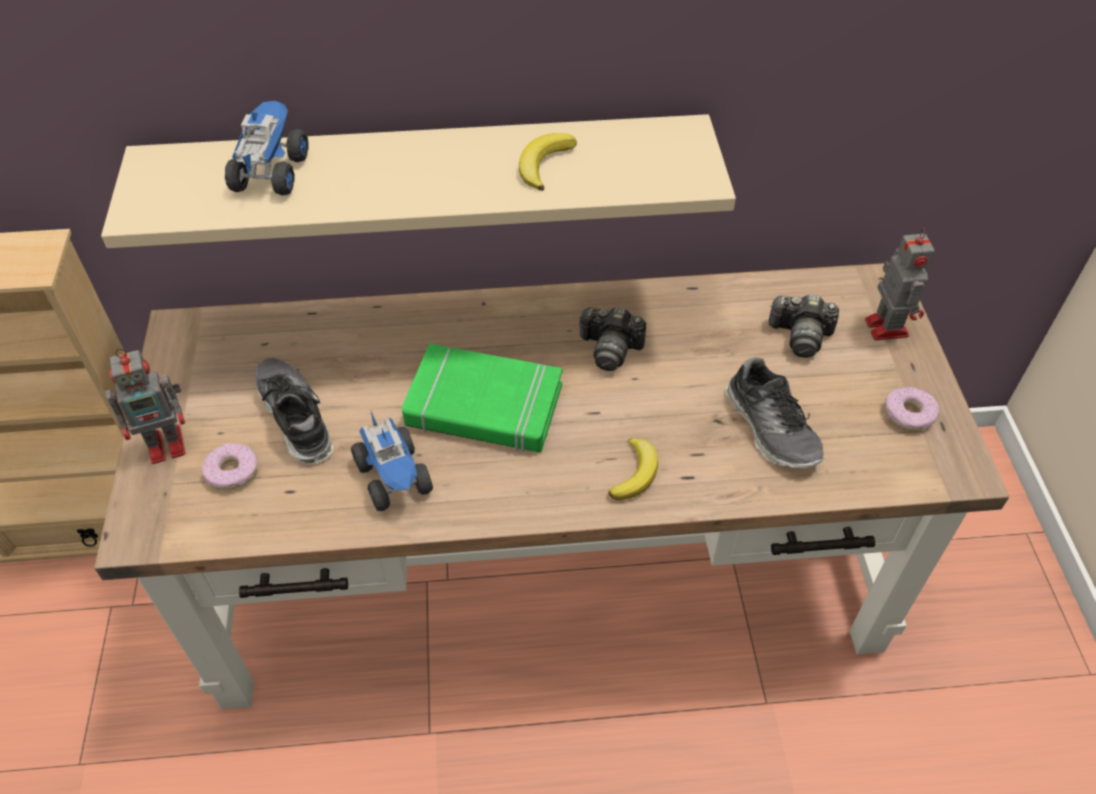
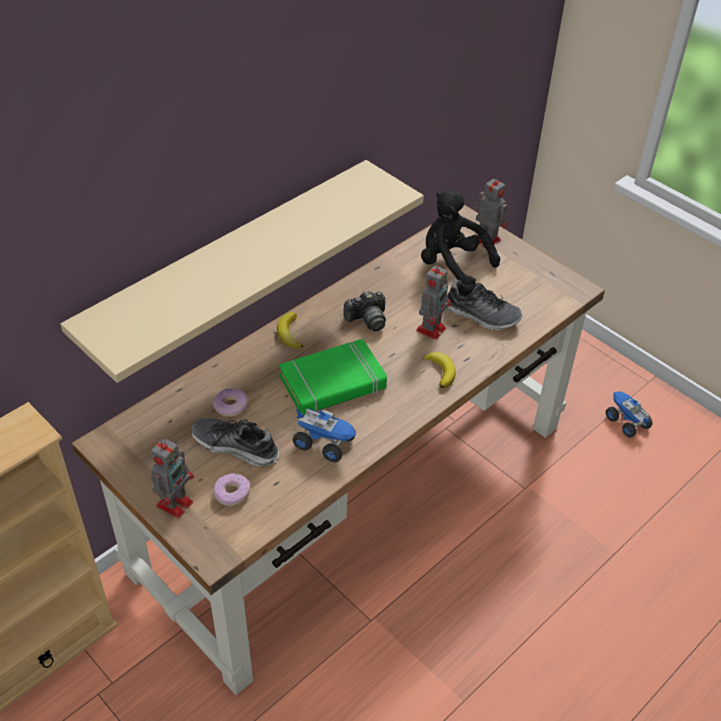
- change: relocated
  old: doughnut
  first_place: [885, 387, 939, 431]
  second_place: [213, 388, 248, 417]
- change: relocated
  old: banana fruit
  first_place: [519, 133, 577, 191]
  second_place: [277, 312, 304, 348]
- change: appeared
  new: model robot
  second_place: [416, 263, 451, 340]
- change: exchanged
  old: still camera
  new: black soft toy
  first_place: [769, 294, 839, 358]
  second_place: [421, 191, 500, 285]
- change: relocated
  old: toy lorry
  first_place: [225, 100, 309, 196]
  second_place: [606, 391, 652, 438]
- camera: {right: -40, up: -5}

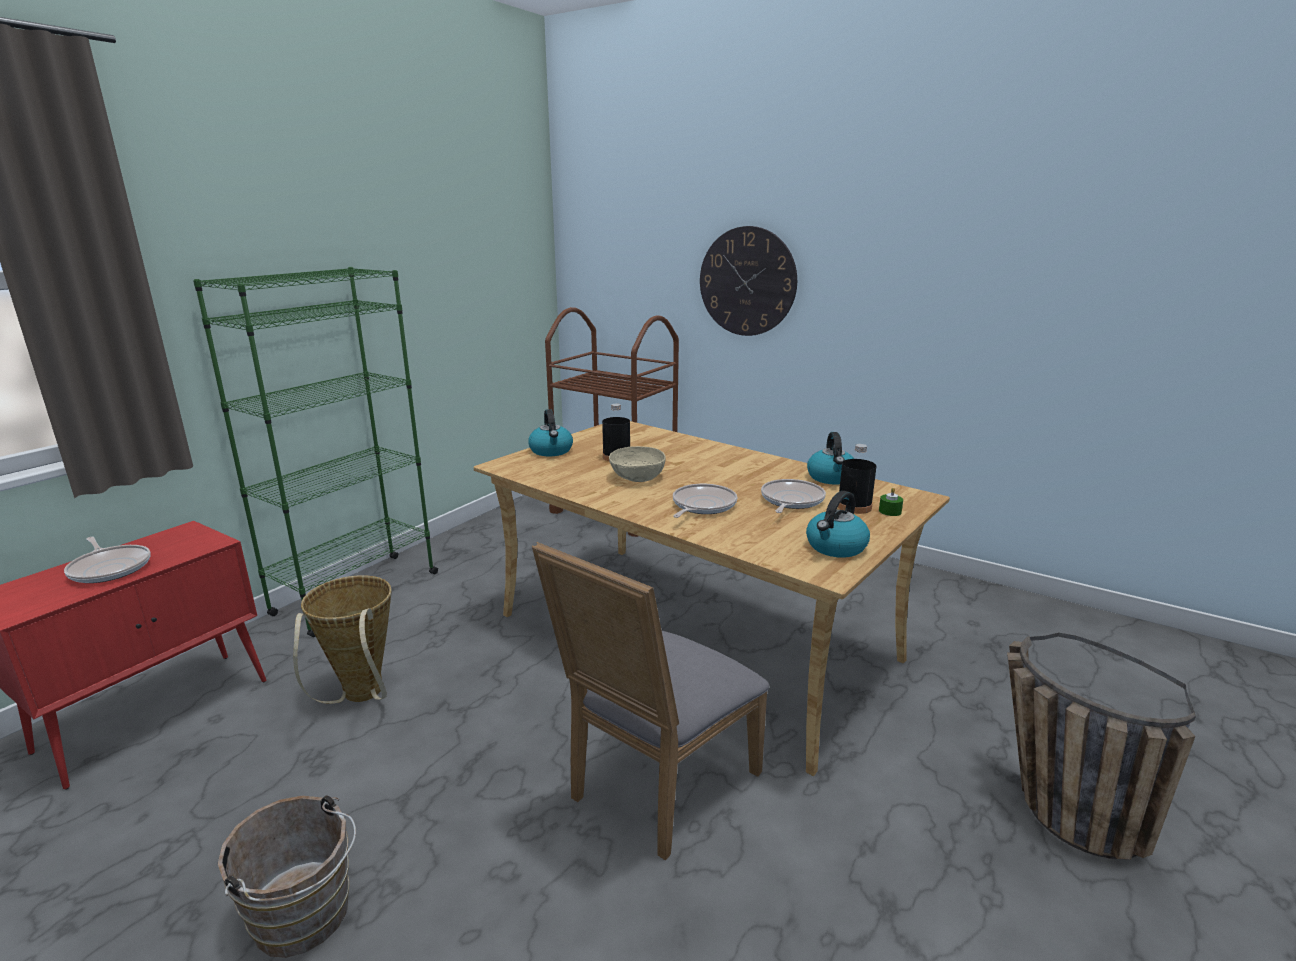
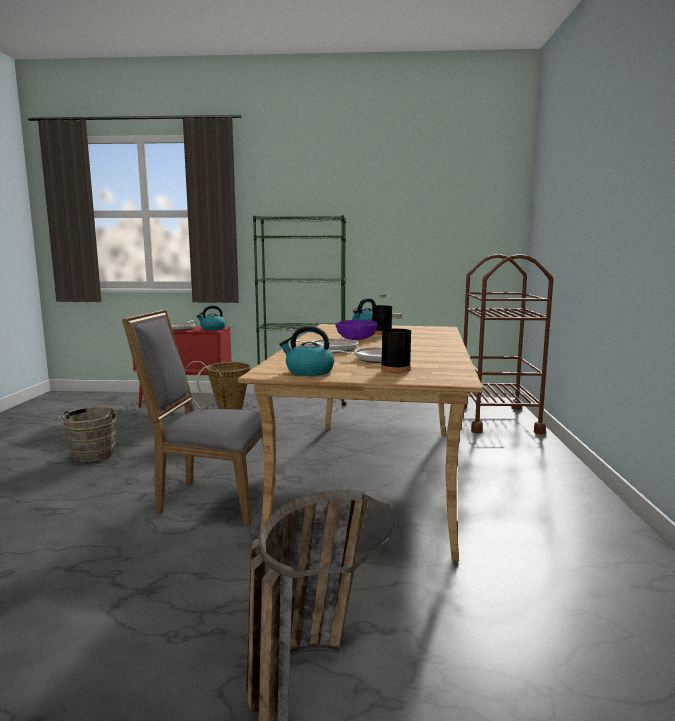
- change: relocated
  old: water kettle
  first_place: [807, 432, 854, 485]
  second_place: [196, 306, 226, 330]
- change: colour
  old: beige deep dish
  new: purple-coloured deep dish
  first_place: [609, 446, 666, 482]
  second_place: [336, 320, 378, 340]
- change: missing
  old: wall clock
  first_place: [700, 226, 797, 336]
- change: missing
  old: green wax candle
  first_place: [879, 487, 903, 516]
- camera: {right: 60, up: -10}

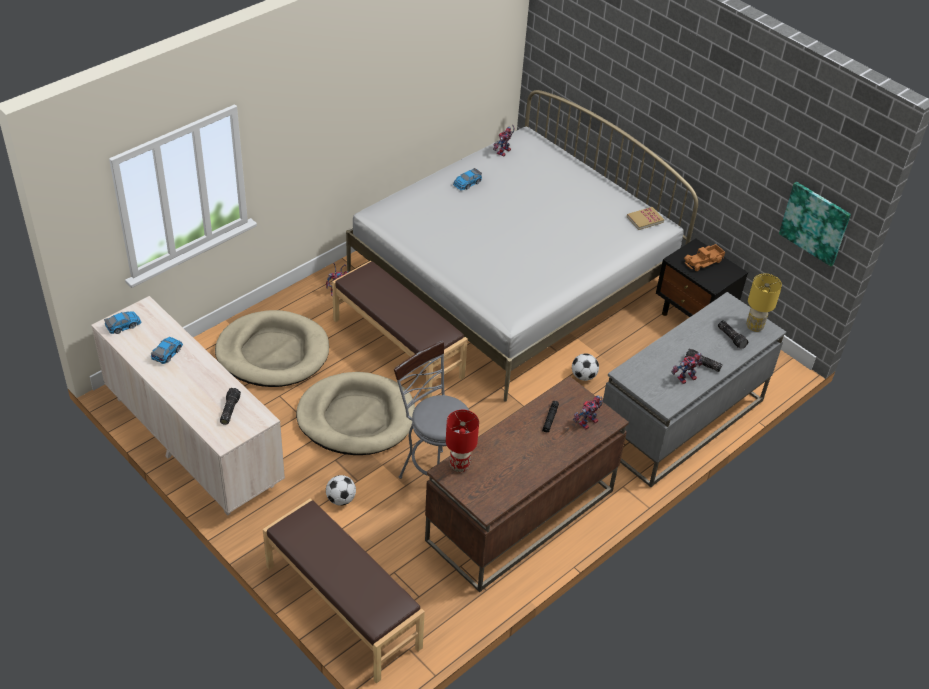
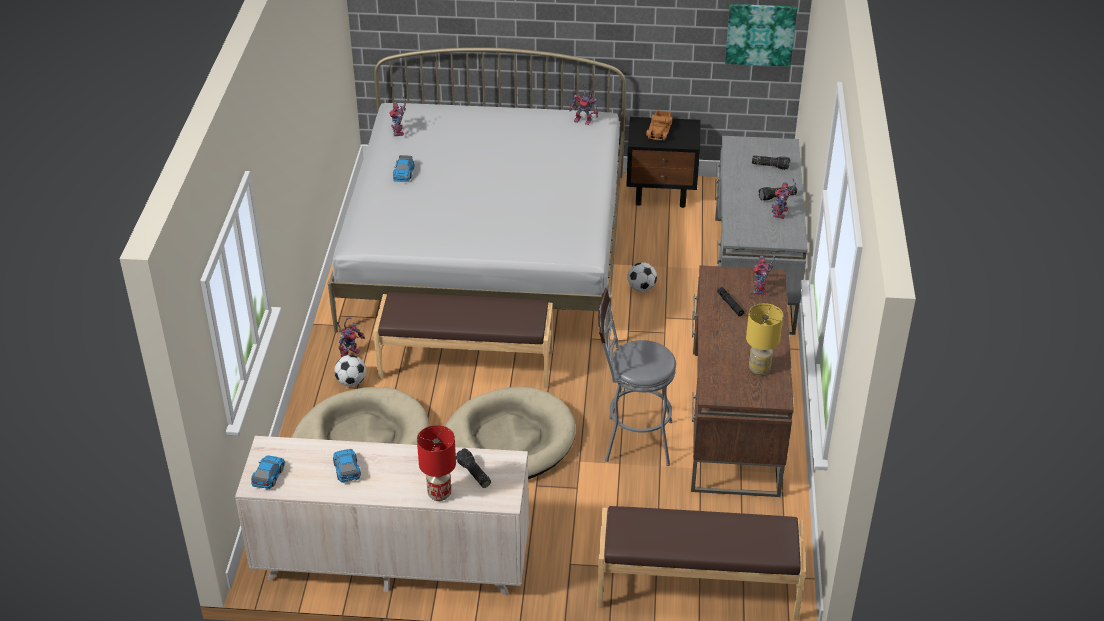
- change: relocated
  old: football ball
  first_place: [326, 475, 356, 506]
  second_place: [334, 355, 366, 386]
- change: relocated
  old: red tabletop lamp
  first_place: [446, 410, 479, 472]
  second_place: [417, 425, 456, 501]
- change: exchanged
  old: book
  new: model robot
  first_place: [627, 207, 664, 230]
  second_place: [570, 84, 598, 125]
- change: relocated
  old: yellow-coloured tabletop lamp
  first_place: [746, 273, 782, 332]
  second_place: [746, 303, 783, 375]
- camera: {right: -40, up: -5}

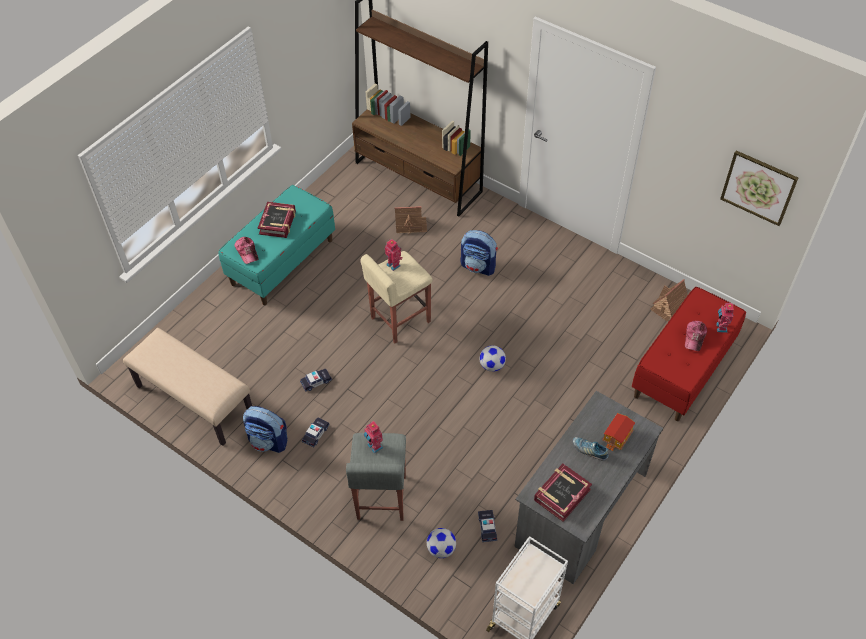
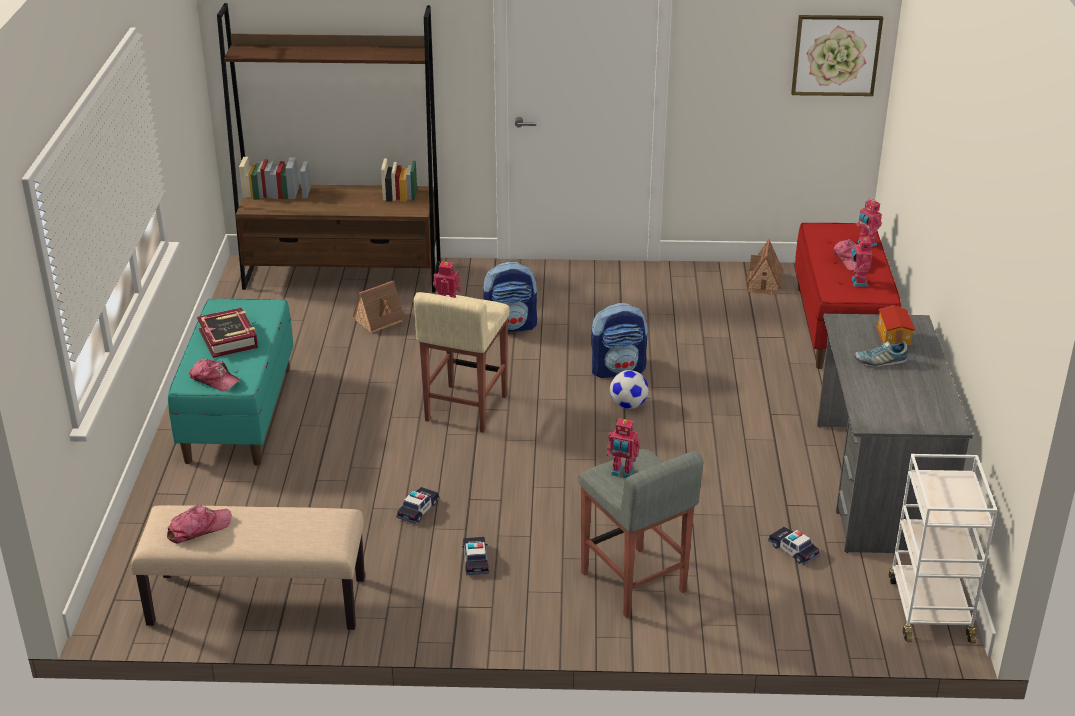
- change: appeared
  new: baseball cap
  second_place: [167, 505, 232, 543]
- change: relocated
  old: rucksack
  first_place: [243, 406, 287, 453]
  second_place: [591, 303, 647, 378]
- change: appeared
  new: model robot
  second_place: [851, 235, 872, 287]
- change: missing
  old: football ball
  first_place: [427, 528, 456, 558]
- change: missing
  old: book
  first_place: [534, 464, 592, 522]
- camera: {right: -35, up: -20}

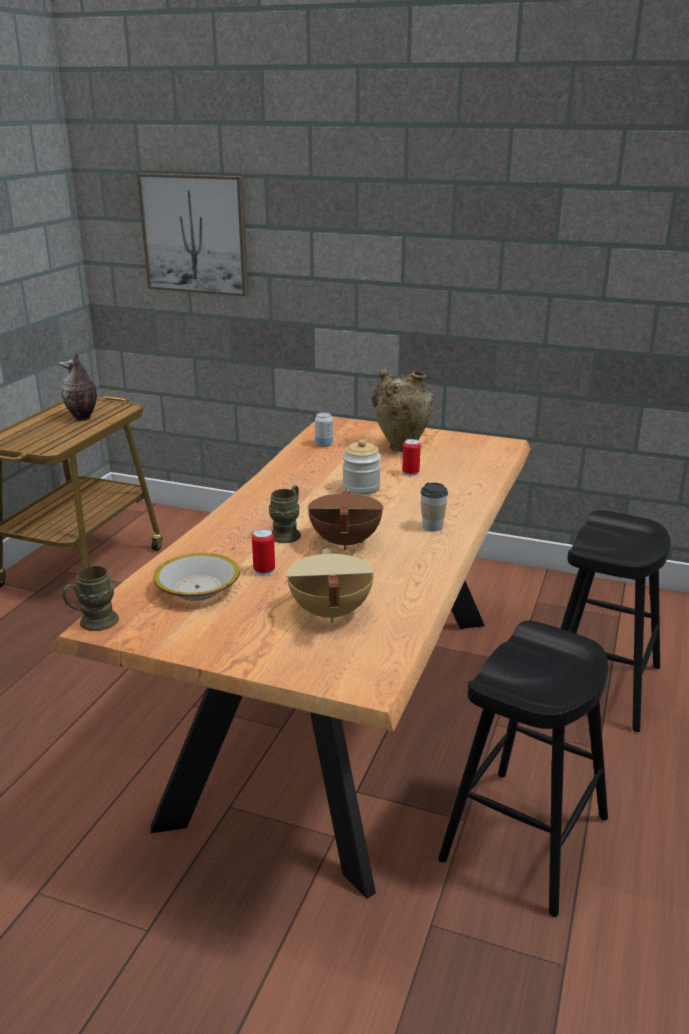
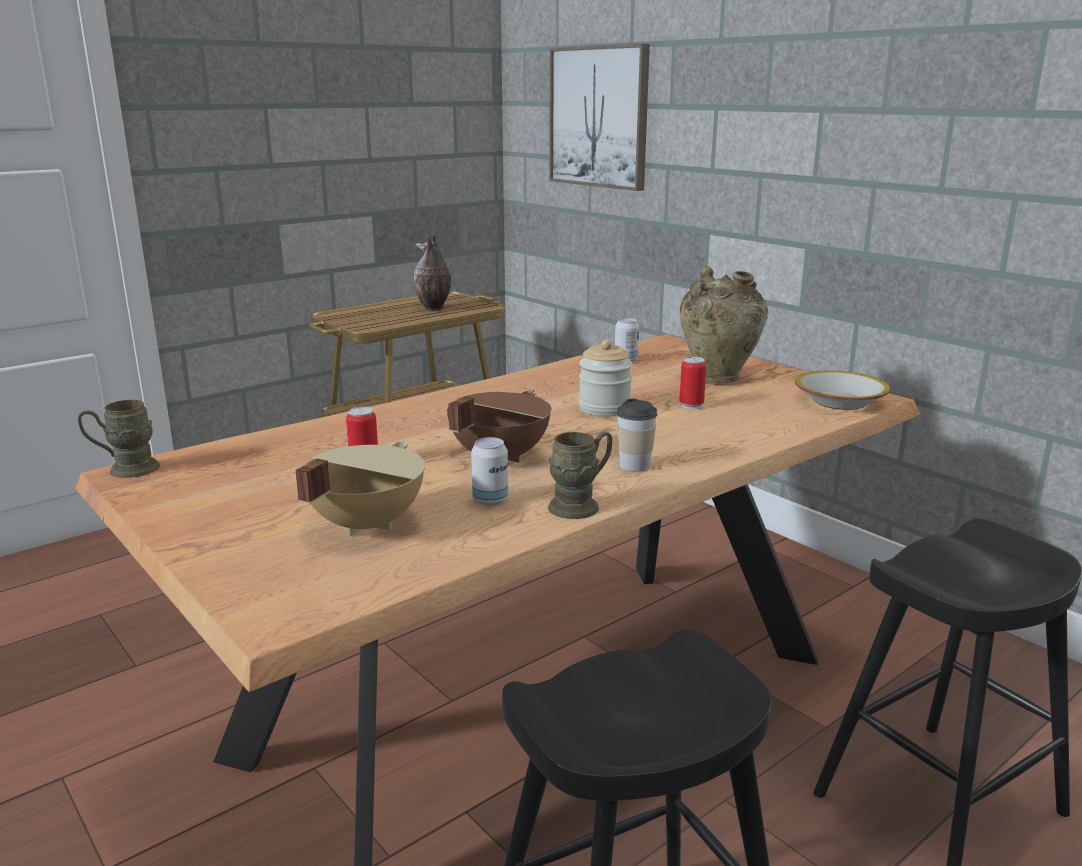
- change: appeared
  new: metal can
  second_place: [471, 437, 508, 506]
- change: relocated
  old: brown mug
  first_place: [269, 485, 301, 543]
  second_place: [548, 431, 612, 519]
- change: relocated
  old: deep dish
  first_place: [154, 553, 240, 601]
  second_place: [795, 370, 890, 410]
- camera: {right: 30, up: -5}

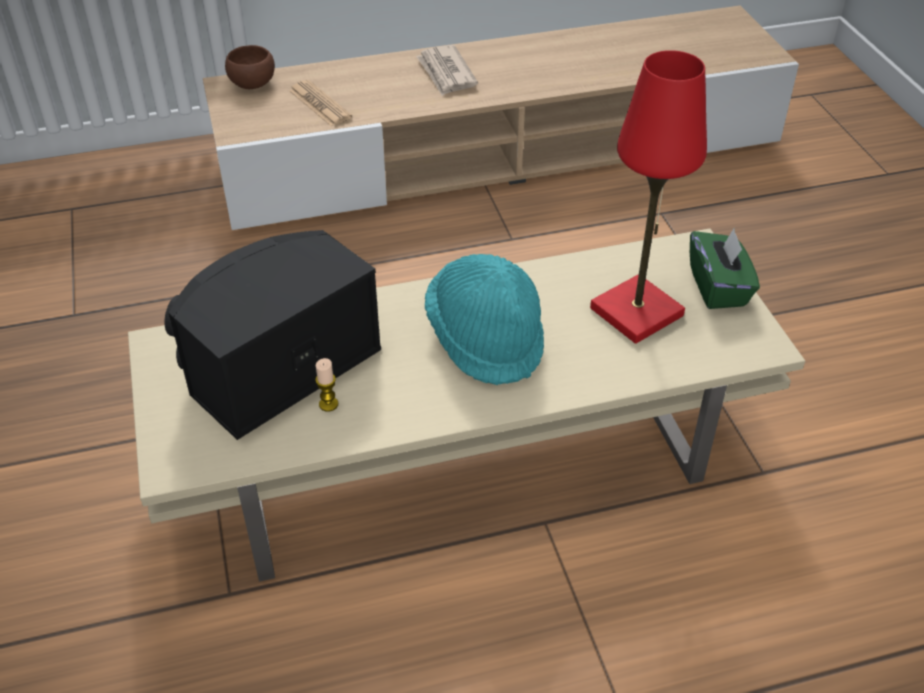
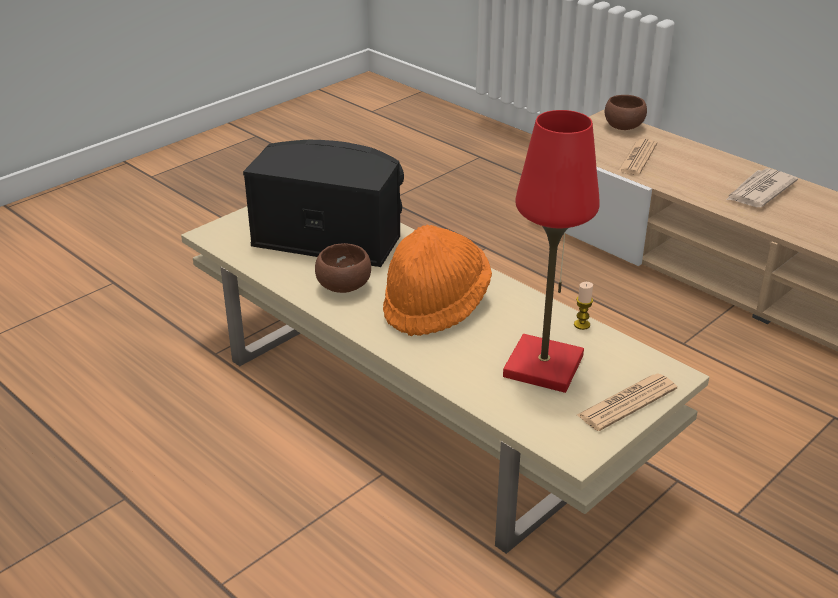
- change: appeared
  new: brown deep dish
  second_place: [315, 243, 371, 293]
- change: colour
  old: blue-green clothing hat
  new: orange-coloured clothing hat
  first_place: [425, 254, 544, 385]
  second_place: [383, 225, 492, 336]
- change: relocated
  old: wax candle
  first_place: [315, 358, 338, 411]
  second_place: [574, 282, 593, 330]
- change: exchanged
  old: green tissue box
  new: printed paper
  first_place: [690, 229, 760, 309]
  second_place: [577, 373, 677, 431]
- camera: {right: 60, up: -10}

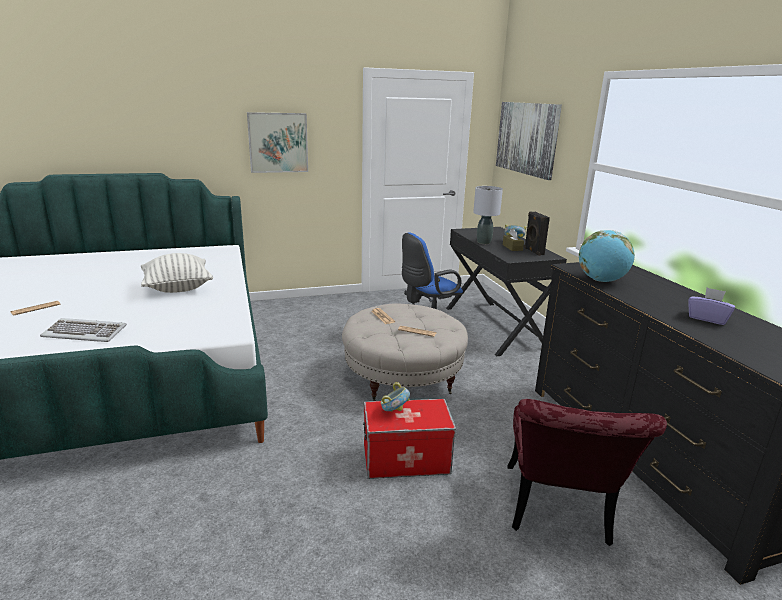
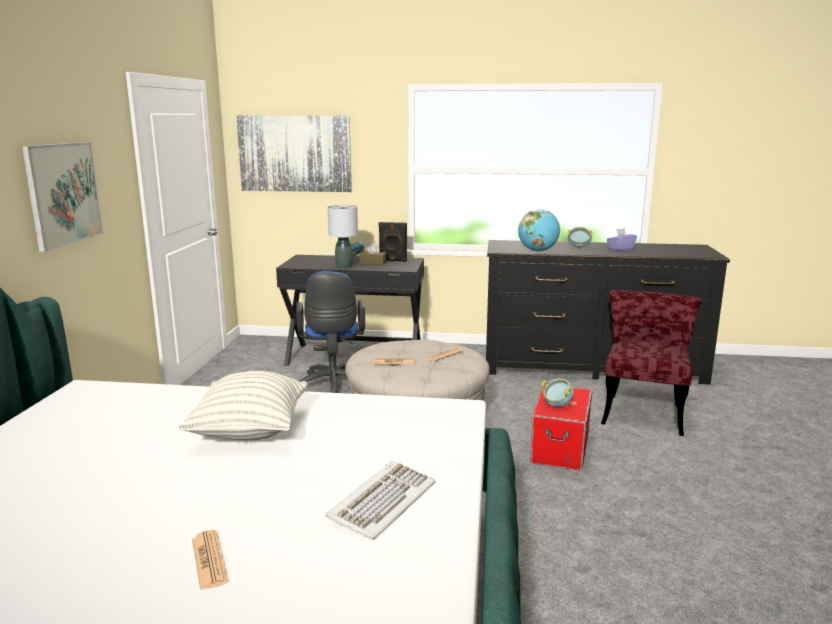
- change: appeared
  new: deep dish
  second_place: [568, 227, 593, 249]
- change: spun
  old: red chair
  first_place: [508, 399, 667, 546]
  second_place: [601, 290, 702, 436]
  degrees: -105
- camera: {right: -65, up: -5}

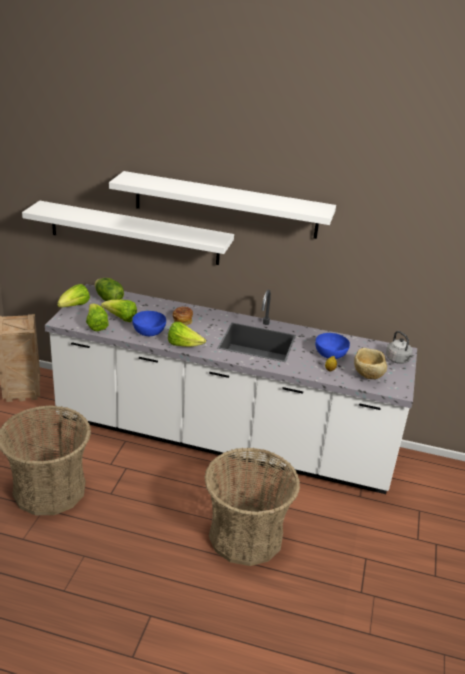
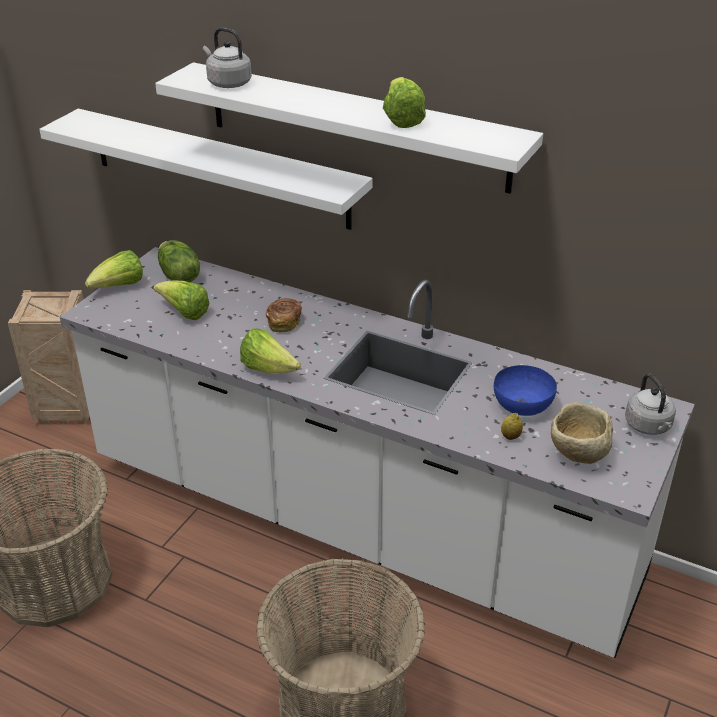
- change: appeared
  new: greyish water kettle
  second_place: [203, 27, 252, 88]
- change: relocated
  old: lettuce
  first_place: [86, 304, 109, 331]
  second_place: [383, 77, 426, 128]
- change: missing
  old: blue deep dish
  first_place: [132, 311, 166, 336]
- camera: {right: 15, up: 5}

